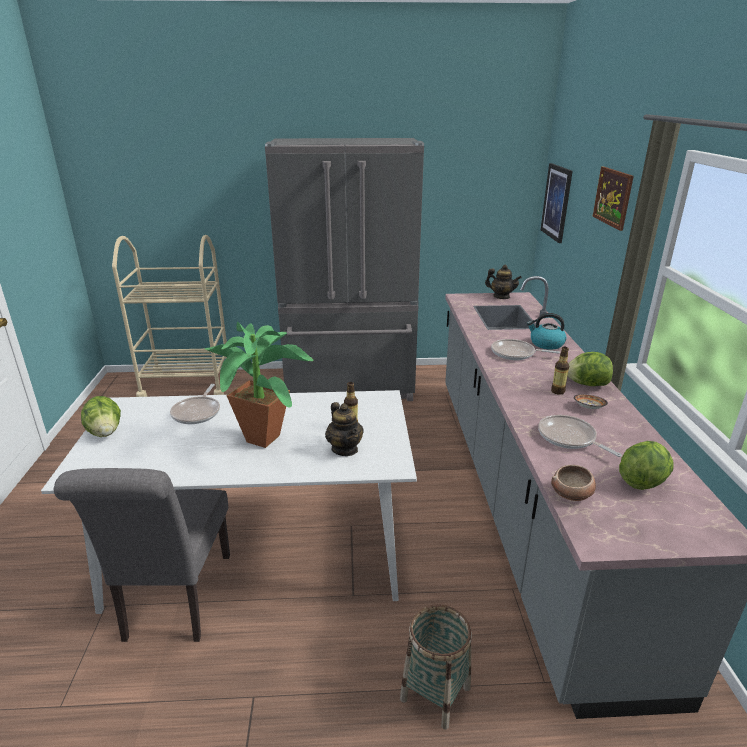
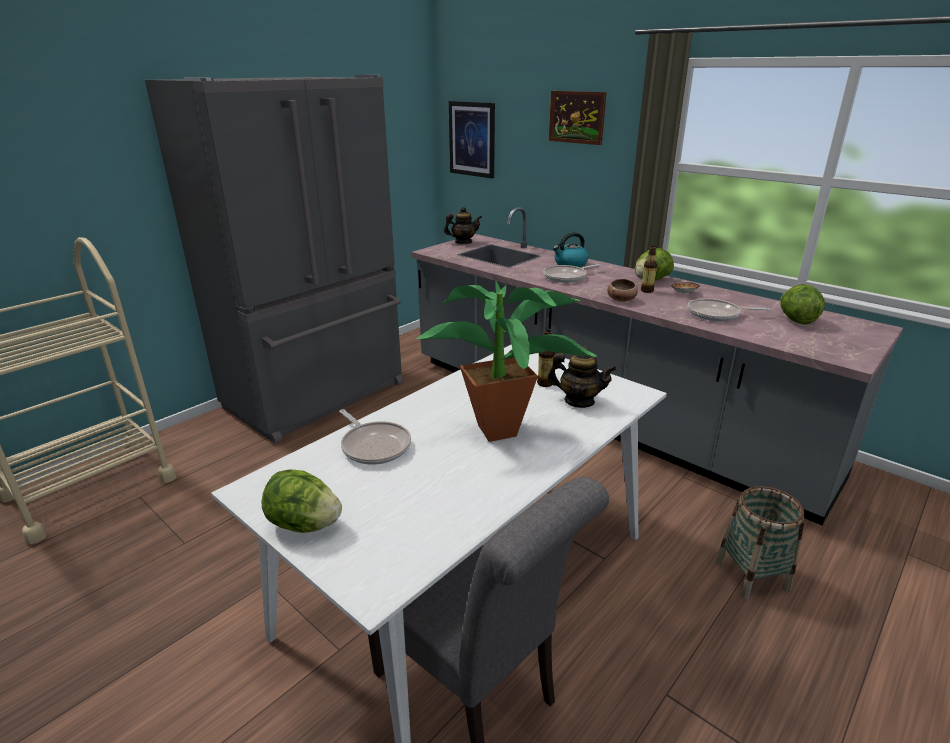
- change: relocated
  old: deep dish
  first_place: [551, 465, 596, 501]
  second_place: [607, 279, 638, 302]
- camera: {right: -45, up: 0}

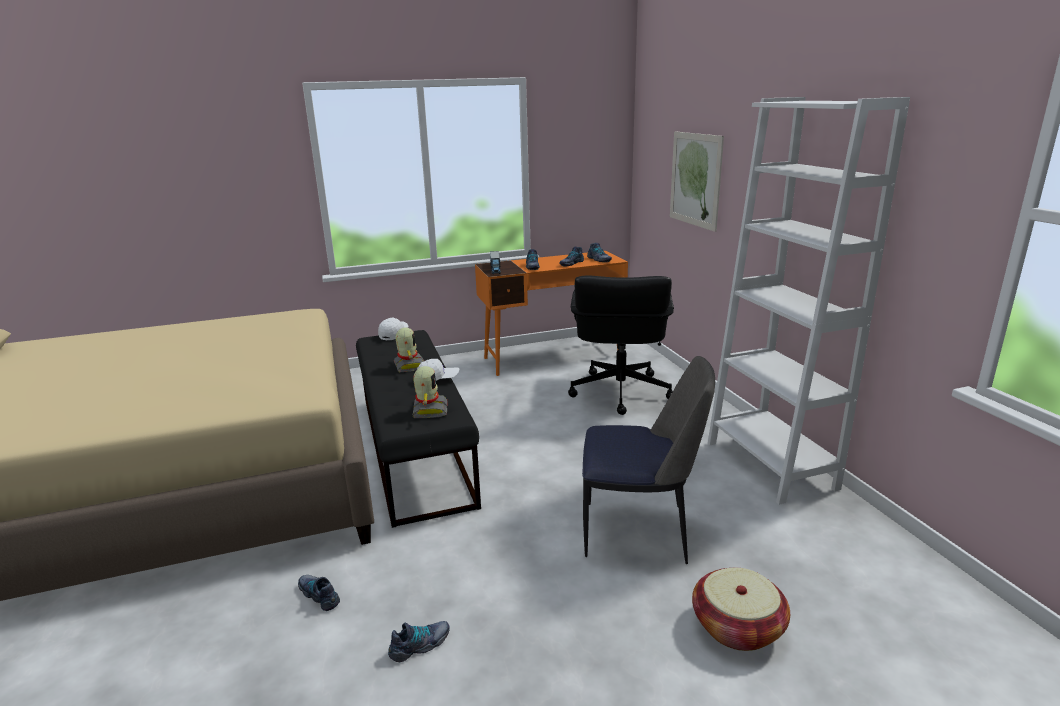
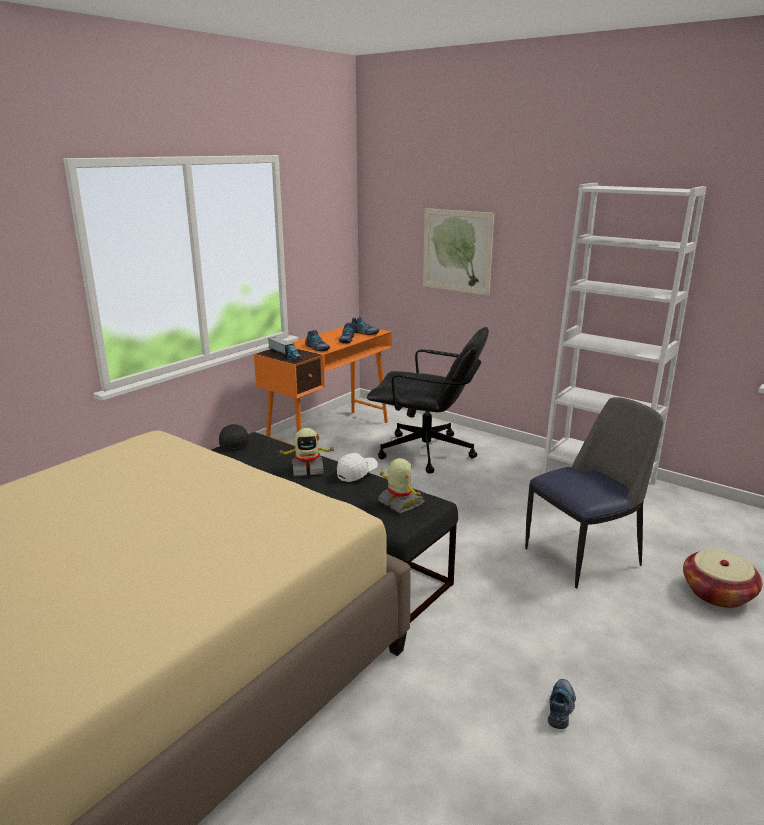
- change: colour
  old: white baseball cap
  new: black baseball cap
  first_place: [378, 318, 409, 340]
  second_place: [219, 424, 249, 451]
- change: spun
  old: model robot
  first_place: [394, 327, 424, 373]
  second_place: [278, 428, 336, 476]
  degrees: 135
- change: spun
  old: black computer chair
  first_place: [568, 275, 674, 415]
  second_place: [367, 327, 489, 474]
  degrees: -45
- change: missing
  old: low shoe
  first_place: [298, 575, 340, 611]
- camera: {right: -35, up: 0}

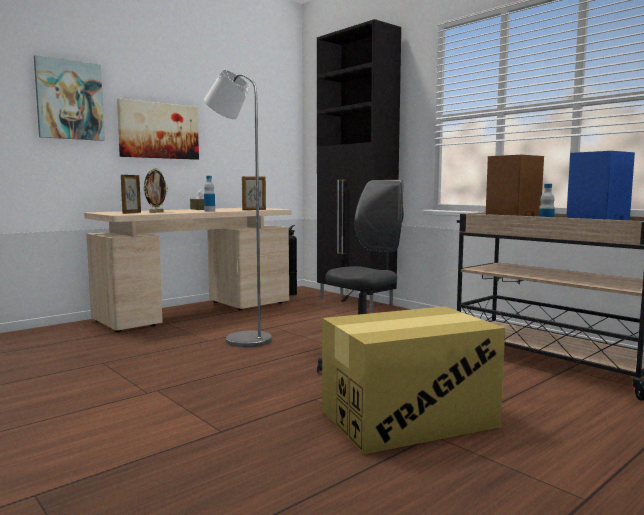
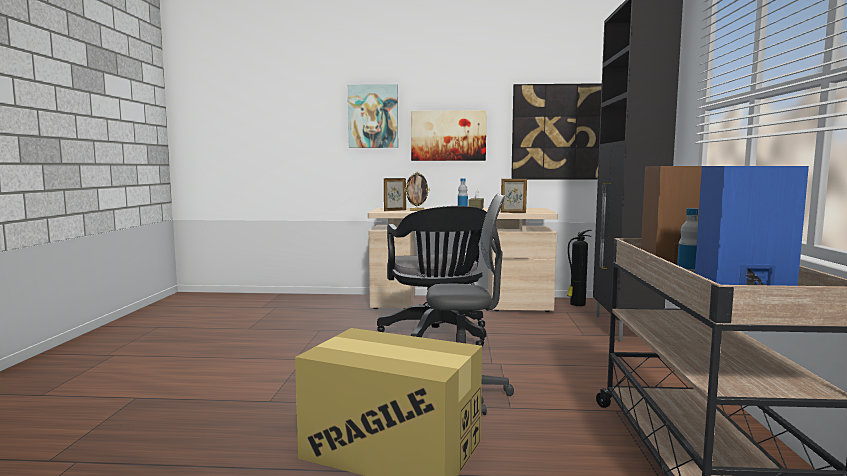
- change: exchanged
  old: greyish standard lamp
  new: black computer chair
  first_place: [204, 70, 272, 347]
  second_place: [377, 206, 487, 347]
- change: appeared
  new: wall picture
  second_place: [511, 83, 602, 179]
- camera: {right: 45, up: 0}

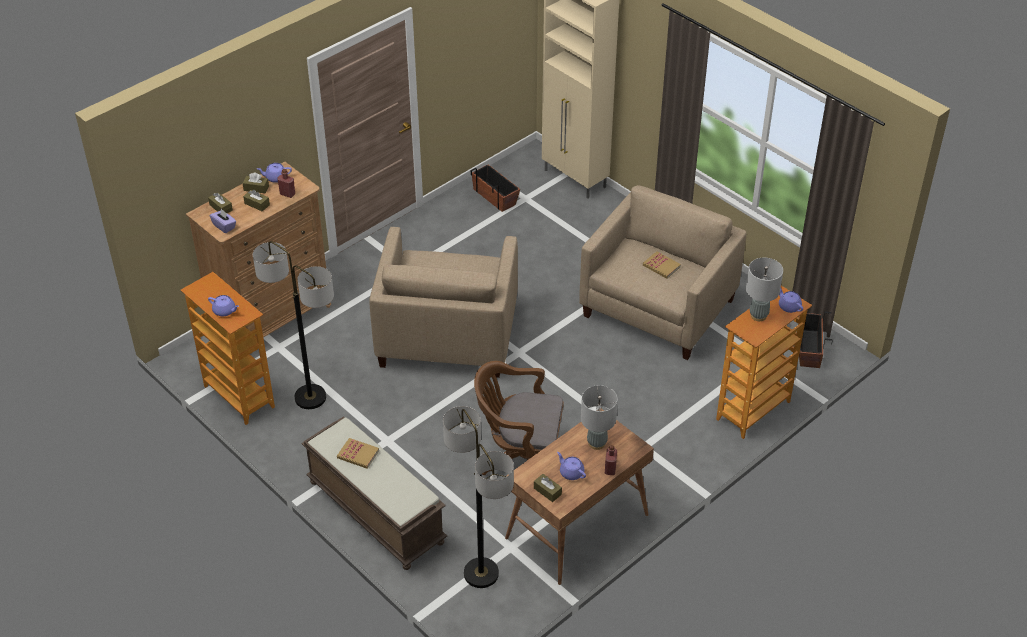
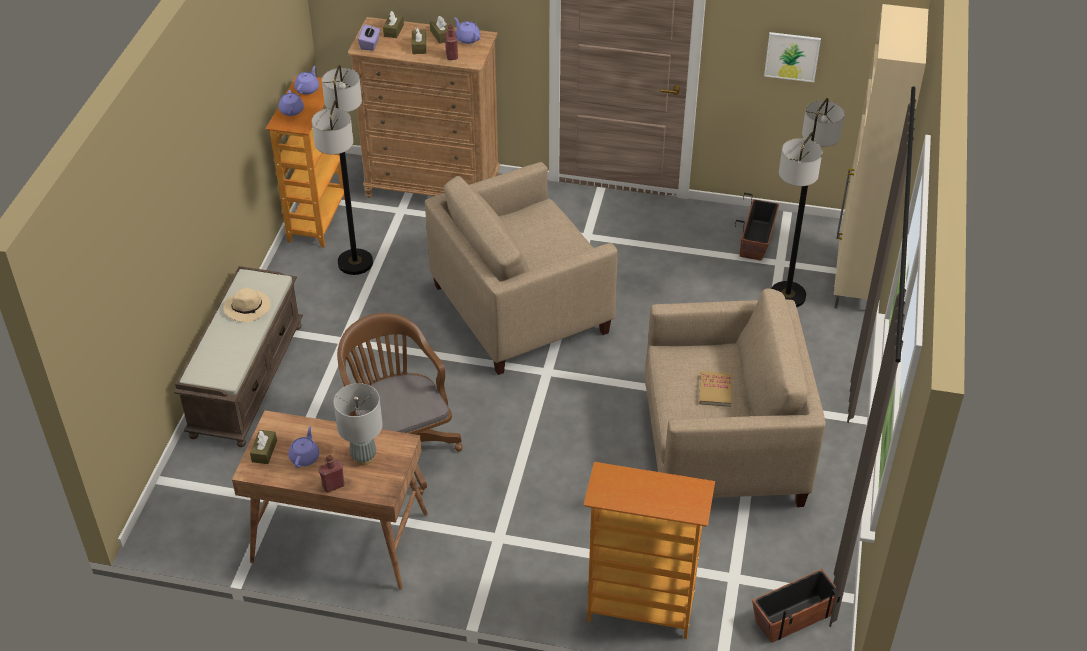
- change: exchanged
  old: book
  new: beige clothing hat
  first_place: [337, 438, 379, 469]
  second_place: [223, 288, 271, 322]
- change: relocated
  old: purple-coloured tea pot
  first_place: [779, 288, 803, 313]
  second_place: [294, 66, 319, 95]
- change: appeared
  new: wall picture
  second_place: [764, 32, 821, 82]
- change: relocated
  old: standard lamp
  first_place: [443, 406, 514, 588]
  second_place: [771, 98, 845, 307]
- change: missing
  old: greyish tabletop lamp
  first_place: [746, 258, 783, 321]
- camera: {right: 55, up: 0}

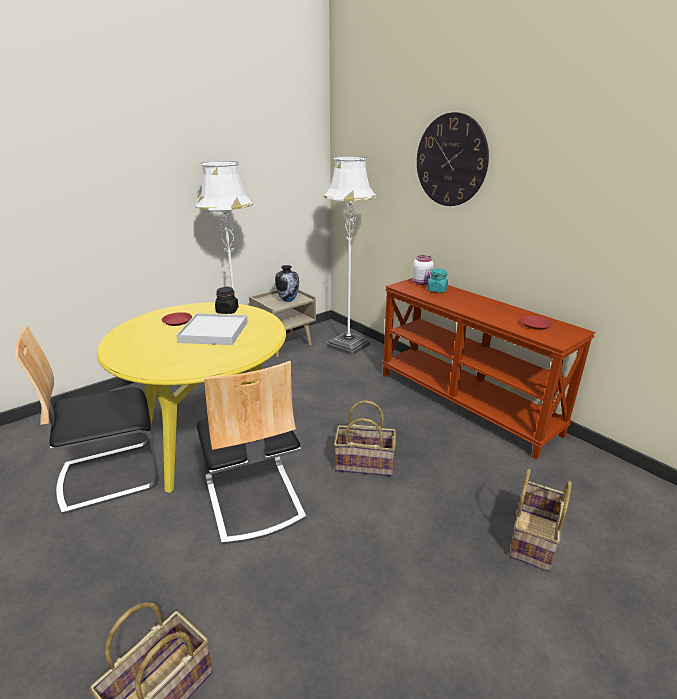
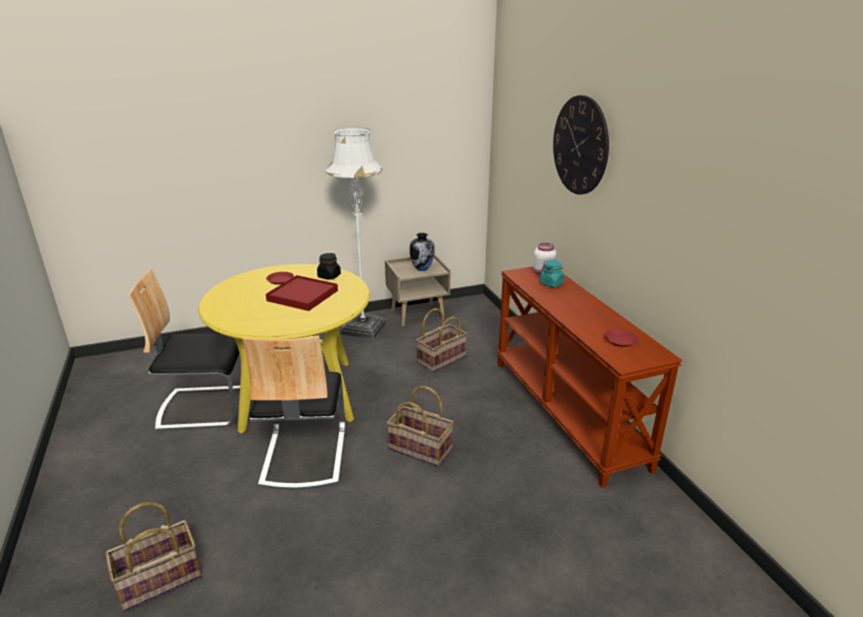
- change: colour
  old: white carrying tray
  new: red carrying tray
  first_place: [176, 313, 248, 345]
  second_place: [266, 275, 338, 311]
- change: relocated
  old: storage basket
  first_place: [509, 469, 572, 572]
  second_place: [416, 308, 467, 372]
- change: missing
  old: white standard lamp
  first_place: [324, 156, 376, 356]
- camera: {right: 20, up: 0}

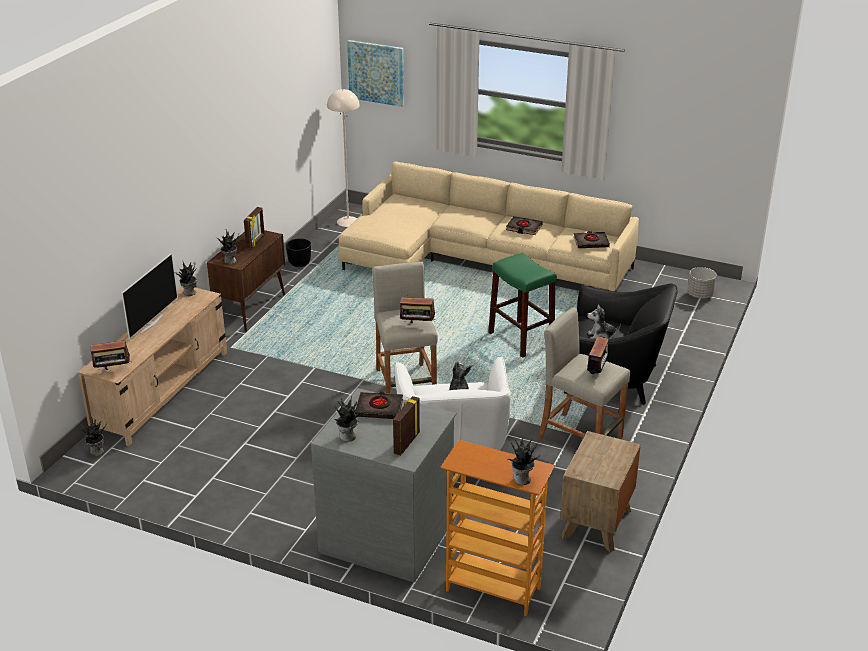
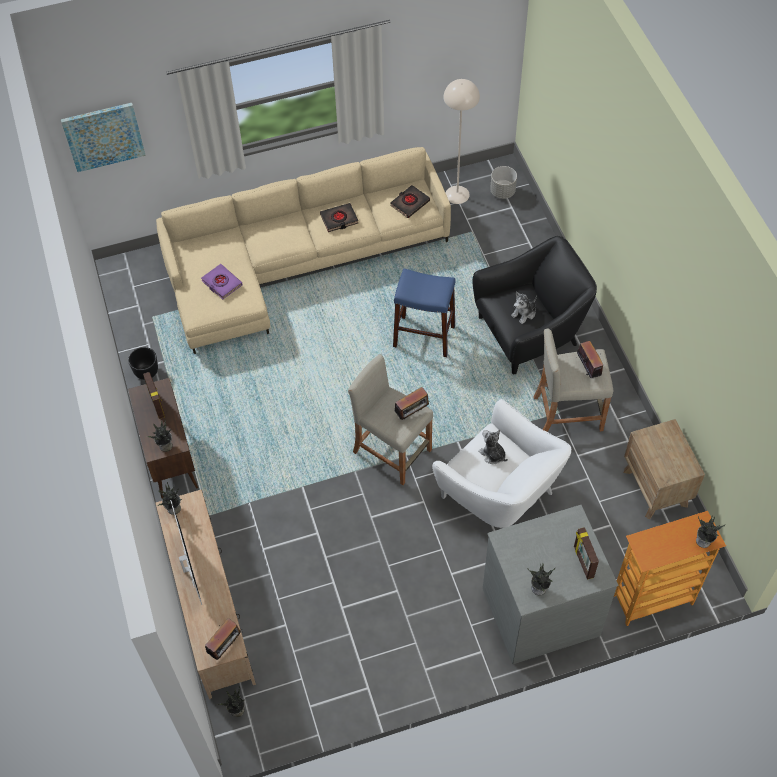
- change: appeared
  new: purple-coloured book
  second_place: [201, 264, 243, 299]
- change: colour
  old: green stool
  new: blue stool
  first_place: [488, 253, 557, 358]
  second_place: [393, 268, 456, 357]
- change: relocated
  old: beige standard lamp
  first_place: [327, 89, 360, 227]
  second_place: [443, 79, 480, 204]
- change: missing
  old: black book
  first_place: [355, 392, 403, 419]
- camera: {right: -40, up: 25}

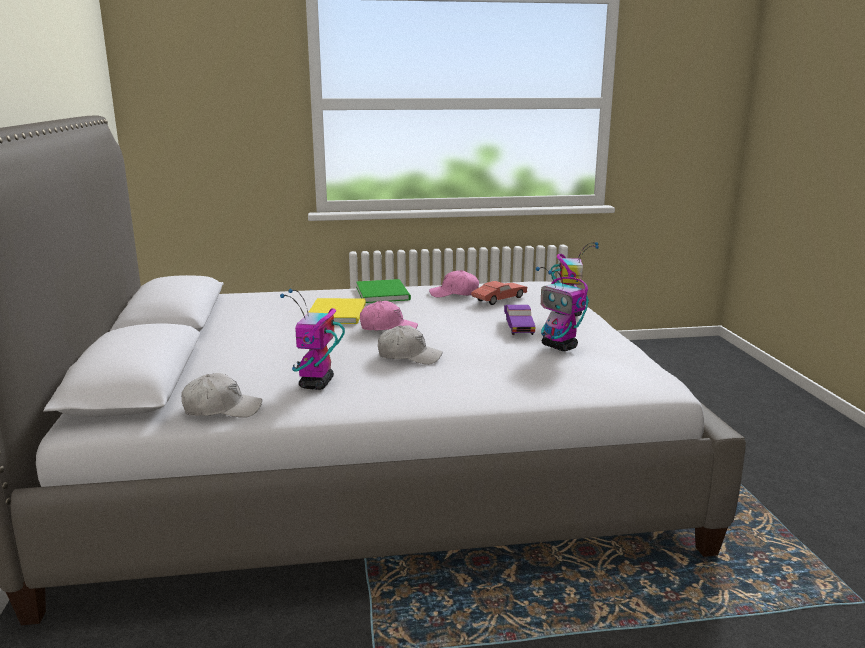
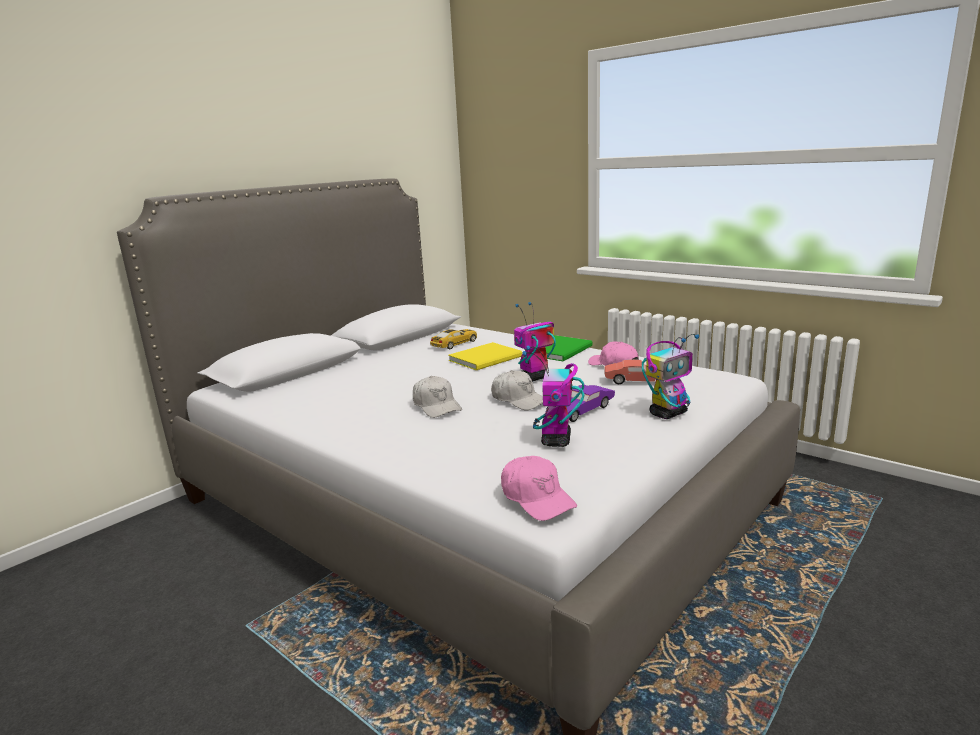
- change: appeared
  new: toy car
  second_place: [430, 329, 477, 349]
- change: relocated
  old: white baseball cap
  first_place: [181, 373, 262, 418]
  second_place: [491, 370, 543, 410]
- change: relocated
  old: pink-coloured baseball cap
  first_place: [360, 301, 418, 330]
  second_place: [501, 456, 577, 521]
- change: relocated
  old: model robot
  first_place: [280, 289, 345, 390]
  second_place: [514, 302, 556, 381]
- camera: {right: 50, up: 0}

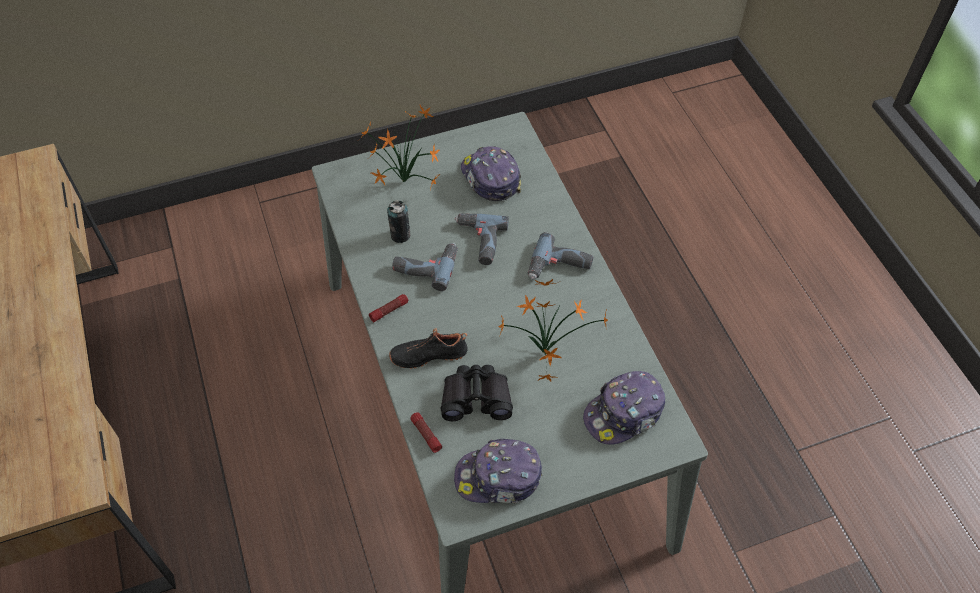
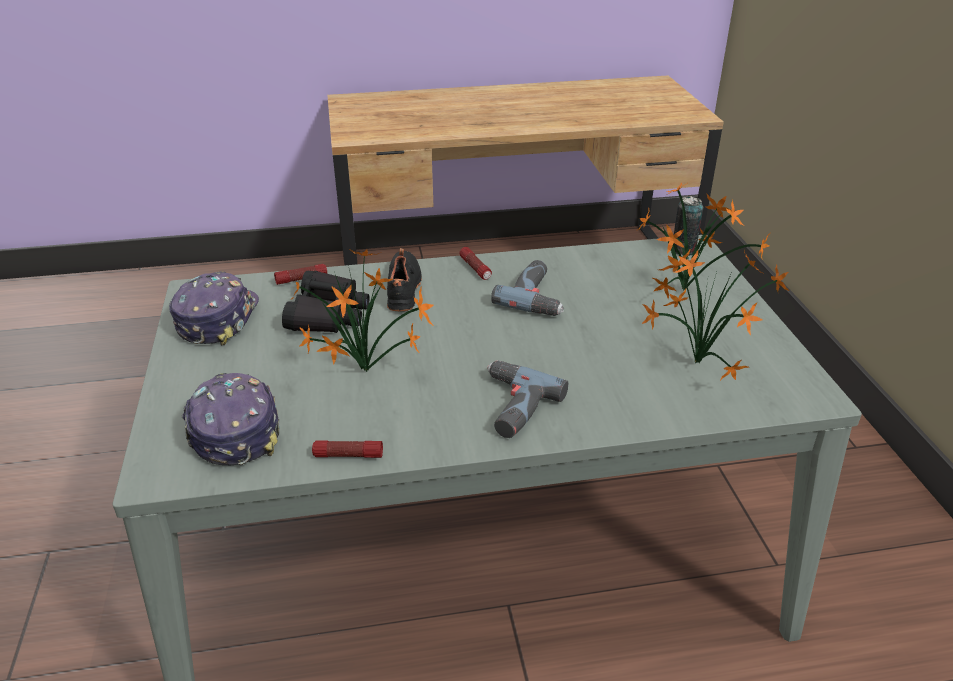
- change: appeared
  new: flashlight
  second_place: [312, 440, 383, 458]
- change: exchanged
  old: baseball cap
  new: potted plant
  first_place: [461, 146, 521, 201]
  second_place: [642, 250, 789, 381]
- change: relocated
  old: metal can
  first_place: [387, 200, 411, 243]
  second_place: [674, 196, 703, 256]
- change: missing
  old: drill
  first_place: [455, 213, 509, 265]
- camera: {right: 100, up: -20}

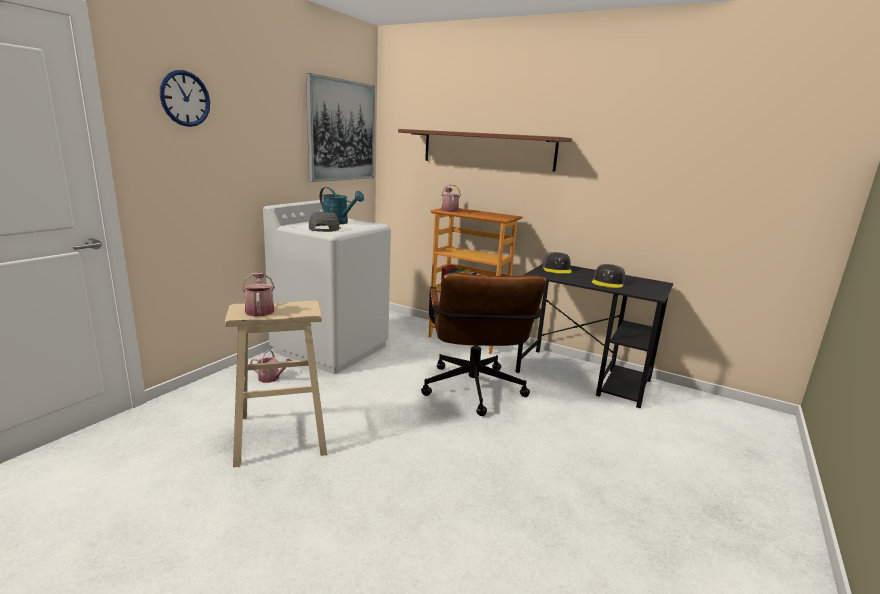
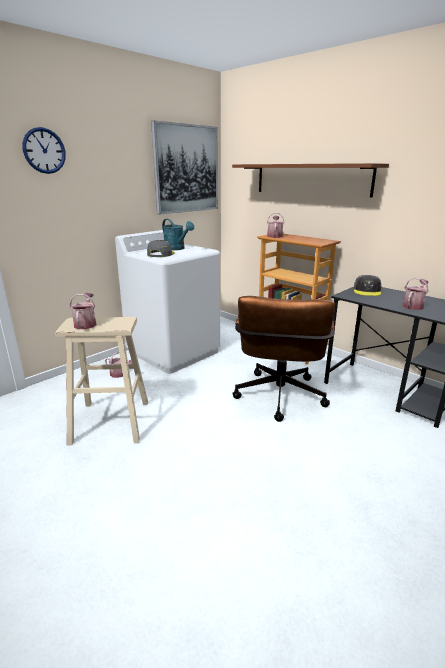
- change: exchanged
  old: greyish baseball cap
  new: sprinkling can
  first_place: [592, 264, 626, 288]
  second_place: [402, 278, 429, 310]
- camera: {right: 15, up: 5}

